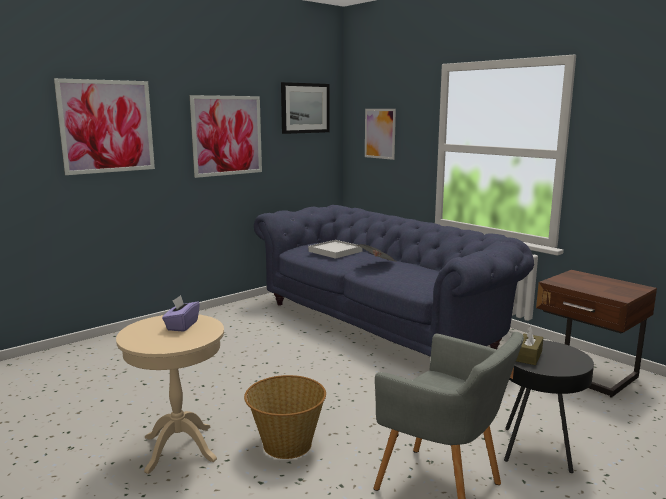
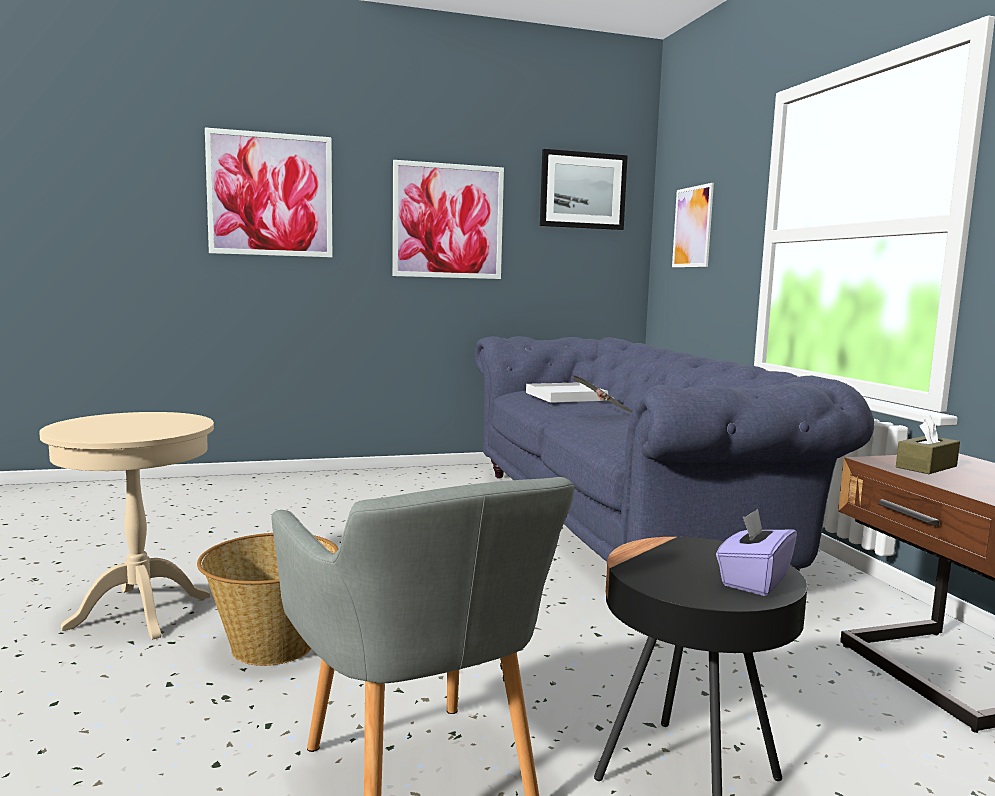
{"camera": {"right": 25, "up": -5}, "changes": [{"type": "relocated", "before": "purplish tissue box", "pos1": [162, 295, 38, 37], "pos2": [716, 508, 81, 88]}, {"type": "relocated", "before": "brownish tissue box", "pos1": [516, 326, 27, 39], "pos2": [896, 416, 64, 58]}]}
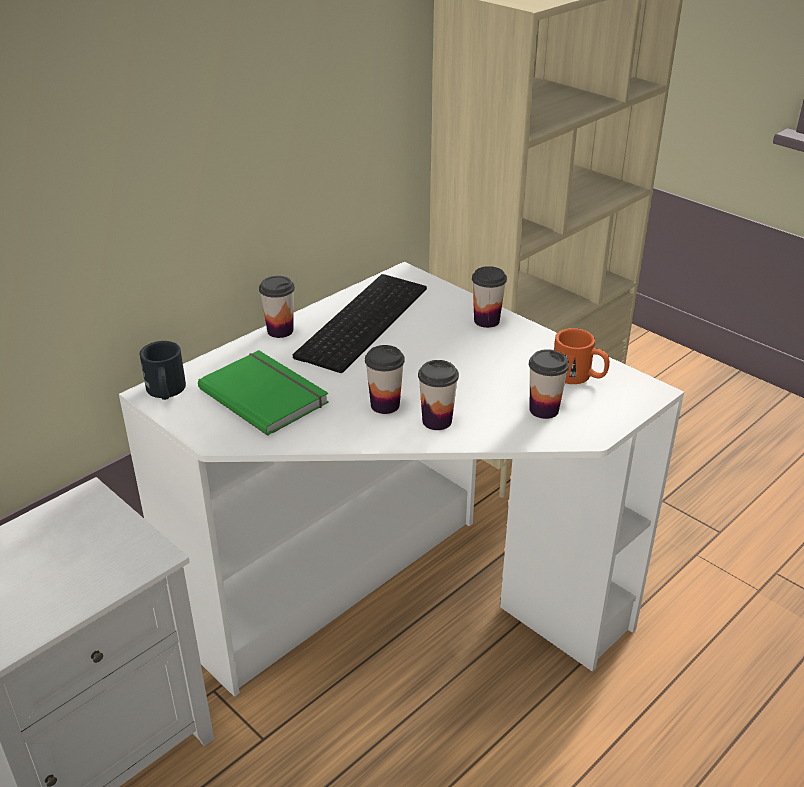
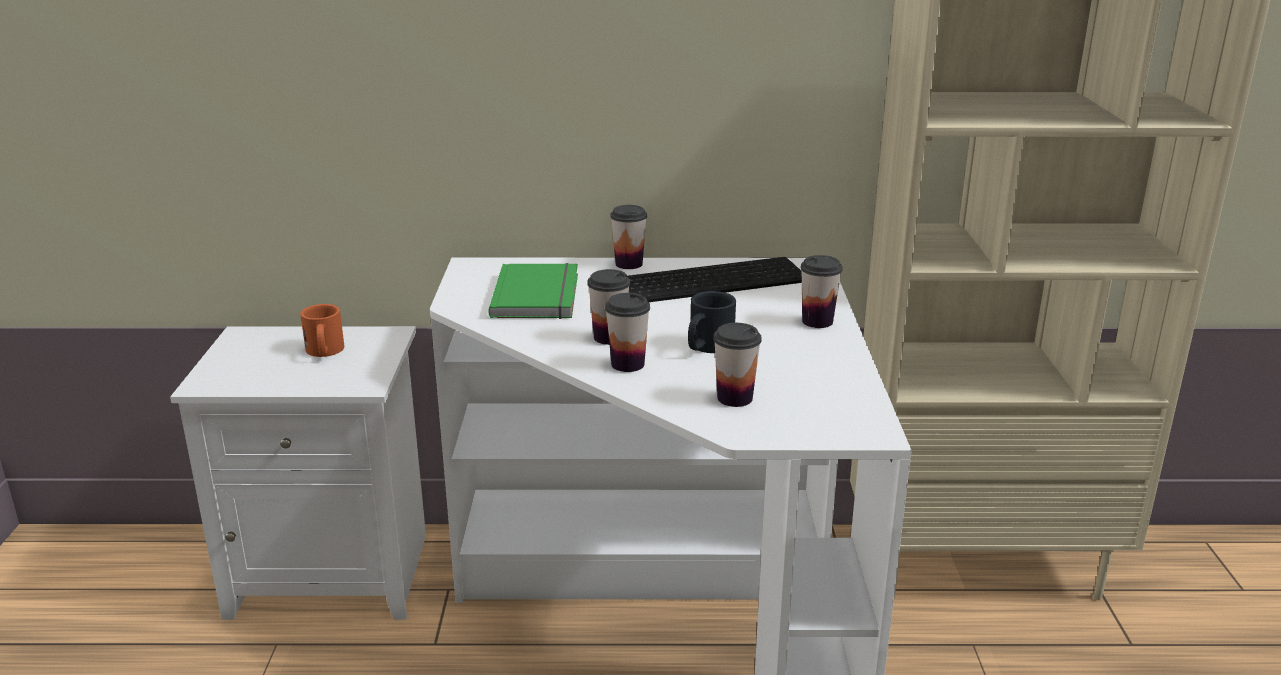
{"camera": {"right": 45, "up": -10}, "changes": [{"type": "relocated", "before": "black mug", "pos1": [140, 341, 46, 59], "pos2": [688, 291, 48, 62]}, {"type": "relocated", "before": "orange mug", "pos1": [554, 328, 56, 56], "pos2": [300, 304, 44, 53]}]}
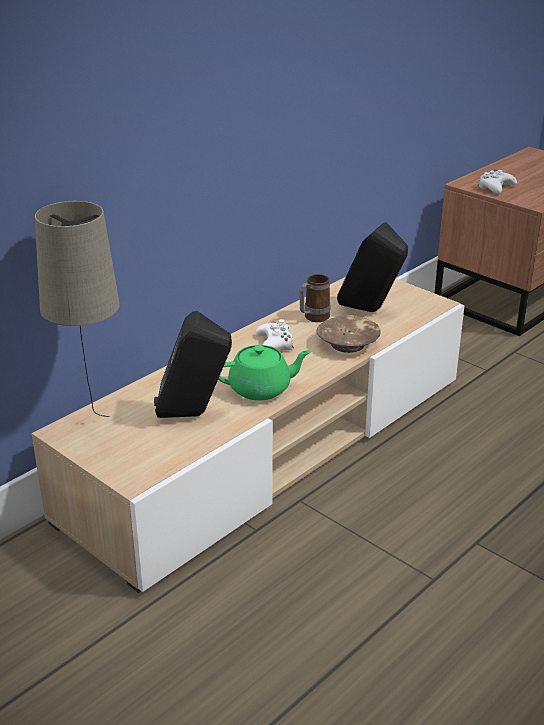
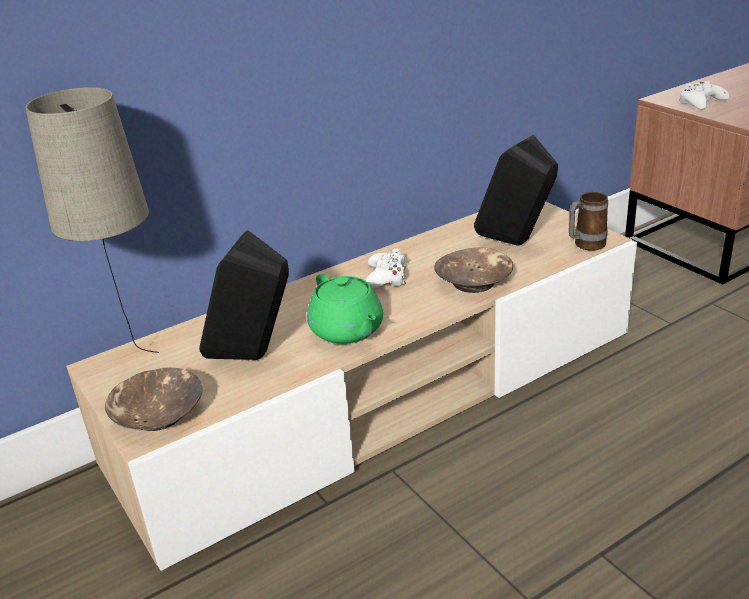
{"camera": {"right": 15, "up": 0}, "changes": [{"type": "spun", "before": "green-coloured tea pot", "pos1": [218, 345, 94, 55], "pos2": [307, 274, 76, 70], "turn": 60}, {"type": "relocated", "before": "mug", "pos1": [299, 274, 31, 48], "pos2": [569, 192, 39, 59]}, {"type": "appeared", "after": "brownish serving bowl", "pos2": [105, 367, 97, 64]}]}
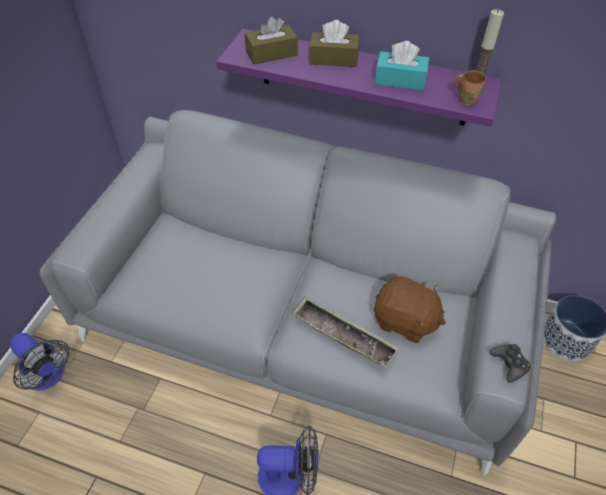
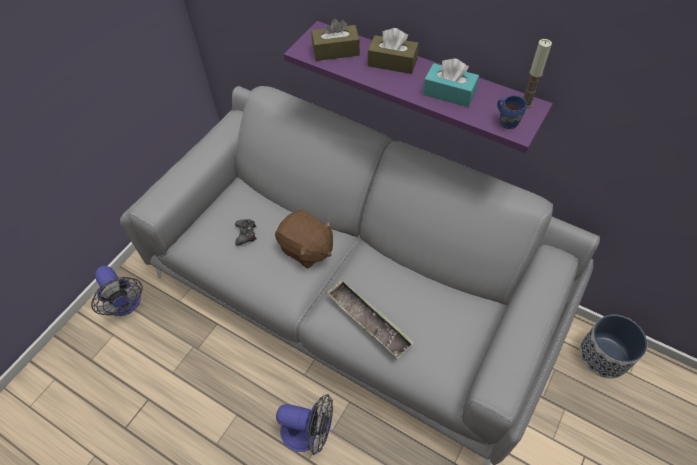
{"camera": {"right": 15, "up": 5}, "changes": [{"type": "relocated", "before": "brownish soft toy", "pos1": [374, 276, 72, 67], "pos2": [275, 210, 58, 59]}, {"type": "colour", "before": "brownish mug", "after": "bluish mug", "pos1": [455, 70, 31, 35], "pos2": [497, 95, 30, 34]}, {"type": "relocated", "before": "black joypad", "pos1": [490, 344, 41, 39], "pos2": [235, 219, 22, 26]}]}
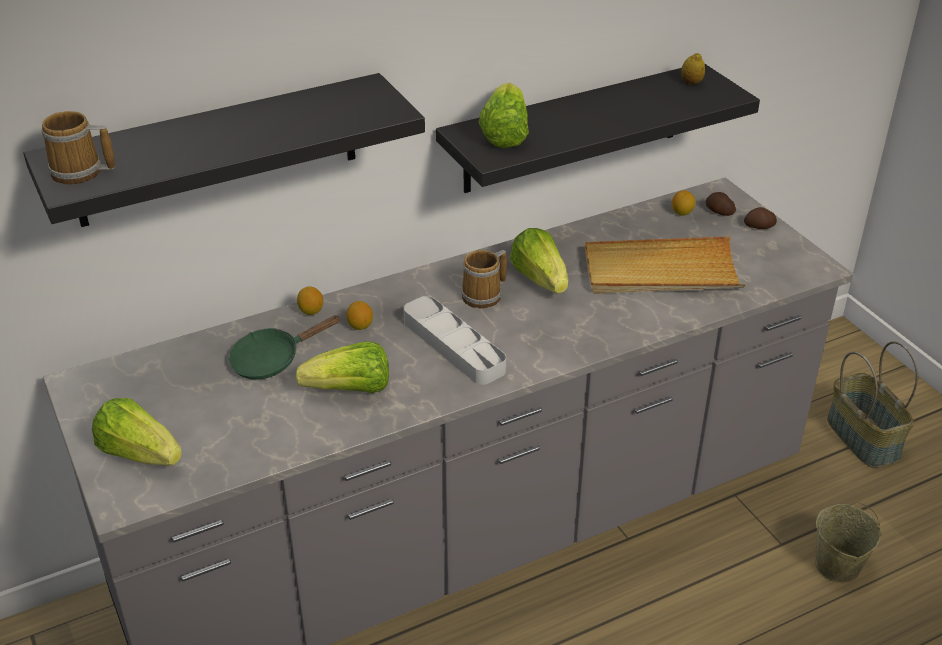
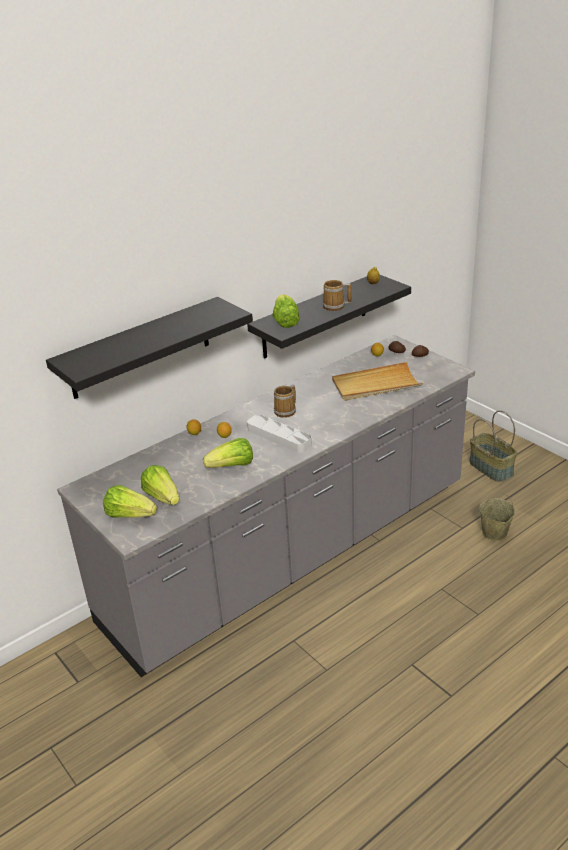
{"camera": {"right": -10, "up": -5}, "changes": [{"type": "relocated", "before": "mug", "pos1": [41, 111, 74, 74], "pos2": [323, 280, 29, 31]}, {"type": "missing", "before": "green-coloured pan", "pos1": [228, 315, 113, 65]}, {"type": "relocated", "before": "lettuce head", "pos1": [510, 228, 58, 65], "pos2": [141, 465, 38, 40]}]}
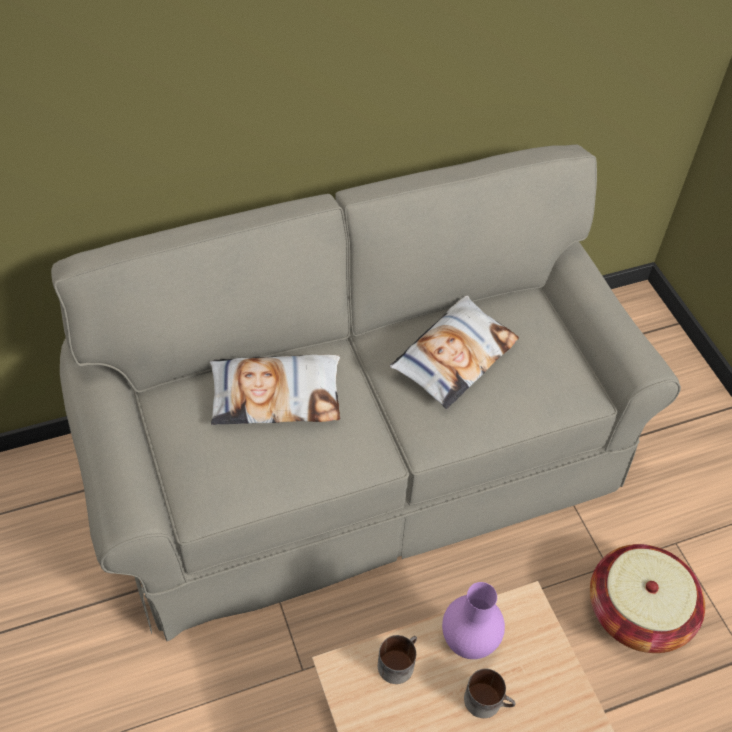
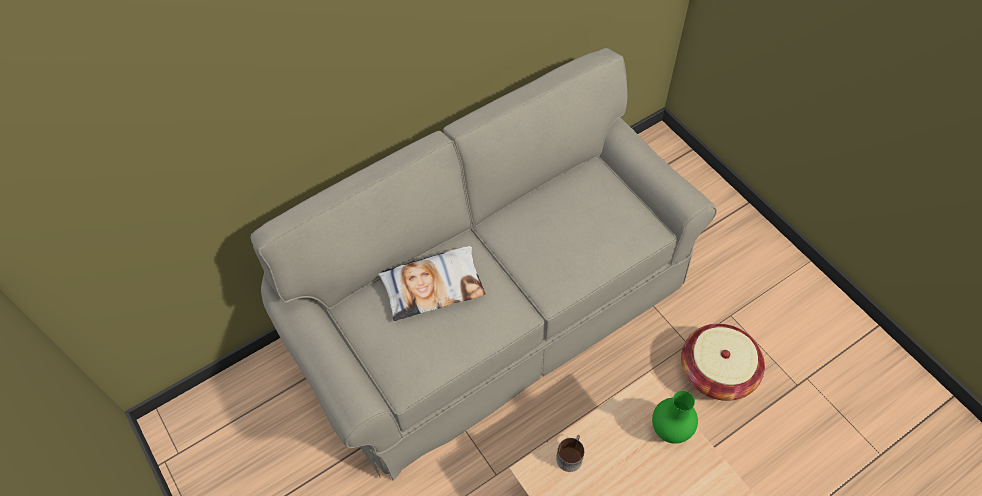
{"camera": {"right": -10, "up": 5}, "changes": [{"type": "missing", "before": "cushion", "pos1": [390, 296, 129, 113]}, {"type": "missing", "before": "purplish vase", "pos1": [442, 582, 63, 77]}, {"type": "missing", "before": "mug", "pos1": [464, 669, 51, 49]}, {"type": "appeared", "after": "green-coloured vase", "pos2": [652, 391, 46, 53]}]}
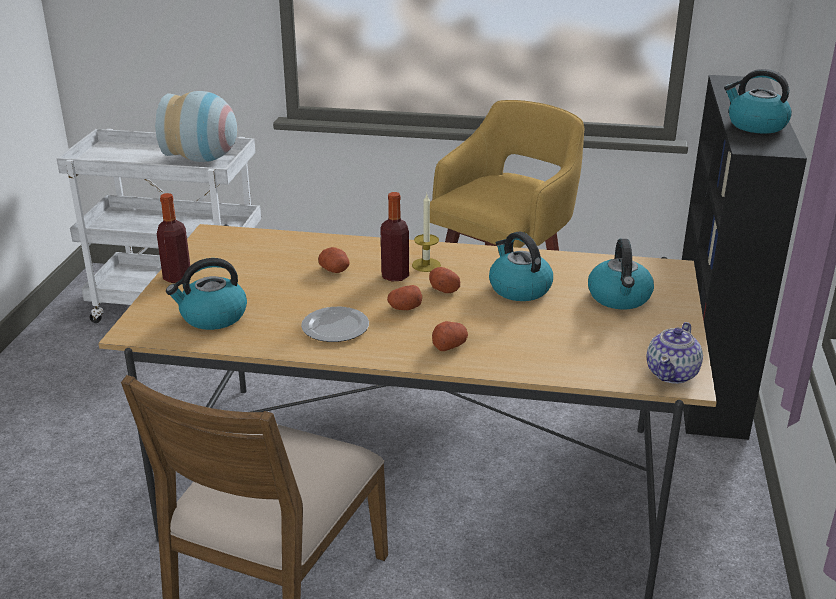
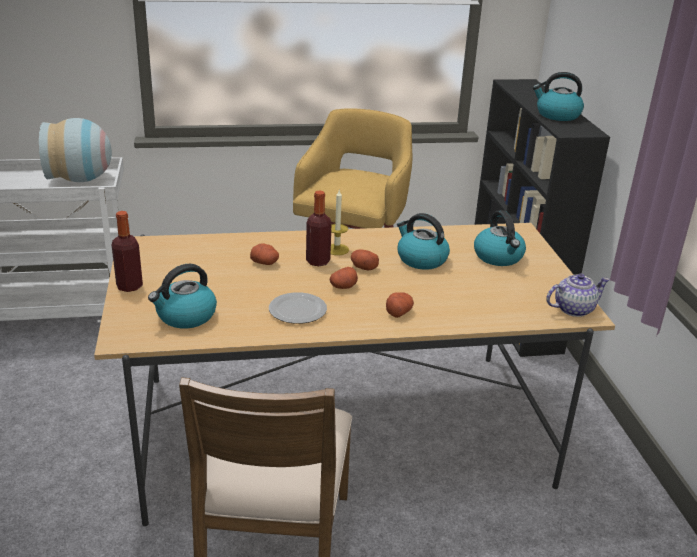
{"camera": {"right": -20, "up": 0}, "changes": [{"type": "spun", "before": "tea pot", "pos1": [647, 322, 56, 62], "pos2": [546, 274, 64, 43], "turn": -120}]}
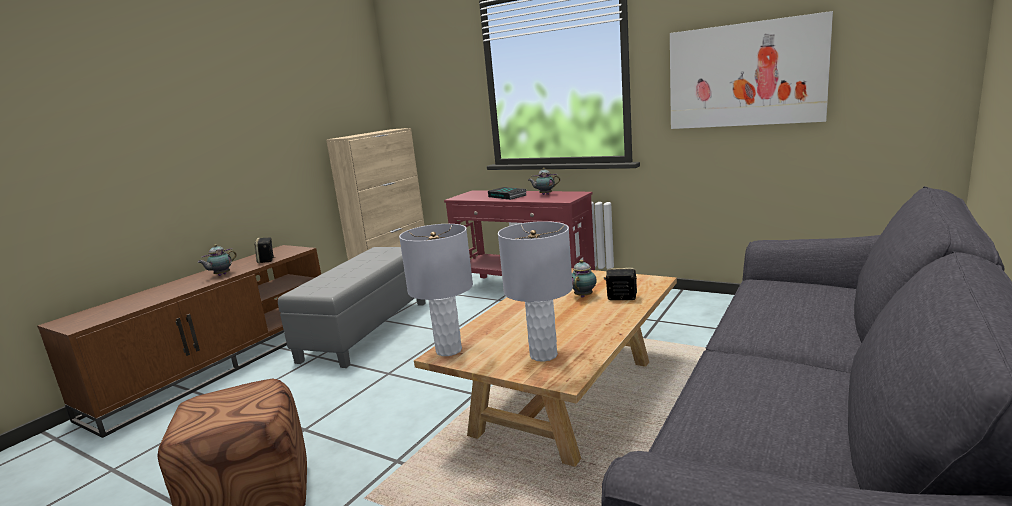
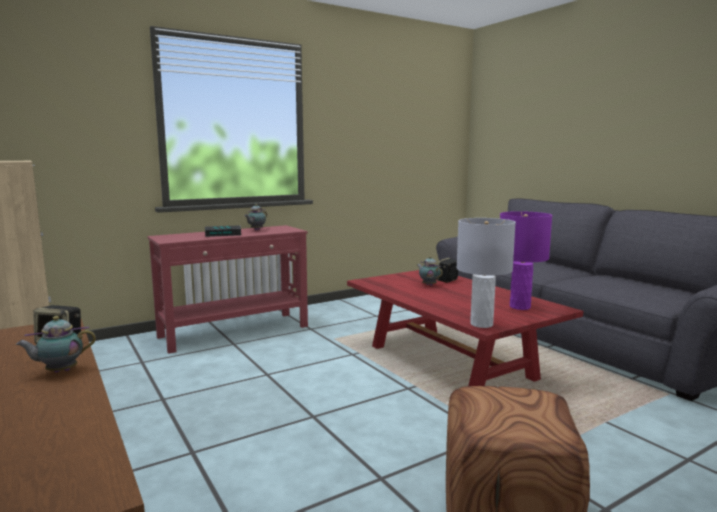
{"camera": {"right": -65, "up": -5}, "changes": [{"type": "spun", "before": "tea pot", "pos1": [198, 244, 39, 32], "pos2": [16, 316, 80, 57], "turn": 90}, {"type": "missing", "before": "gray footrest", "pos1": [278, 247, 148, 121]}, {"type": "colour", "before": "beige-coloured low table", "after": "red low table", "pos1": [414, 268, 263, 199], "pos2": [347, 270, 236, 116]}, {"type": "colour", "before": "gray tabletop lamp", "after": "purplish tabletop lamp", "pos1": [498, 221, 75, 141], "pos2": [500, 211, 52, 99]}, {"type": "missing", "before": "wall picture", "pos1": [670, 11, 163, 118]}]}
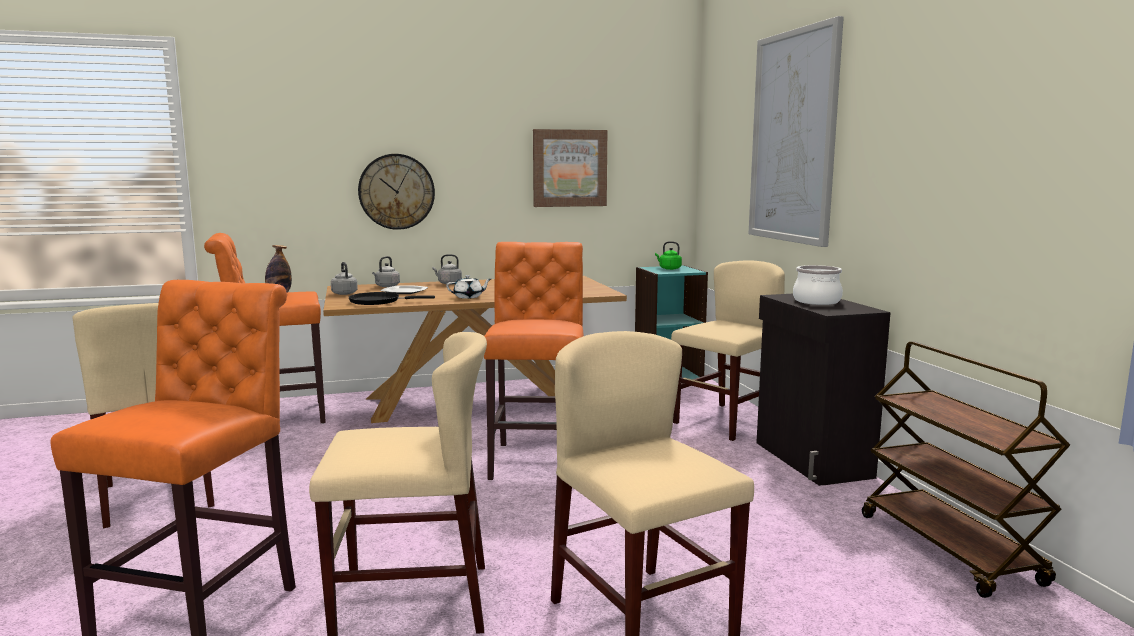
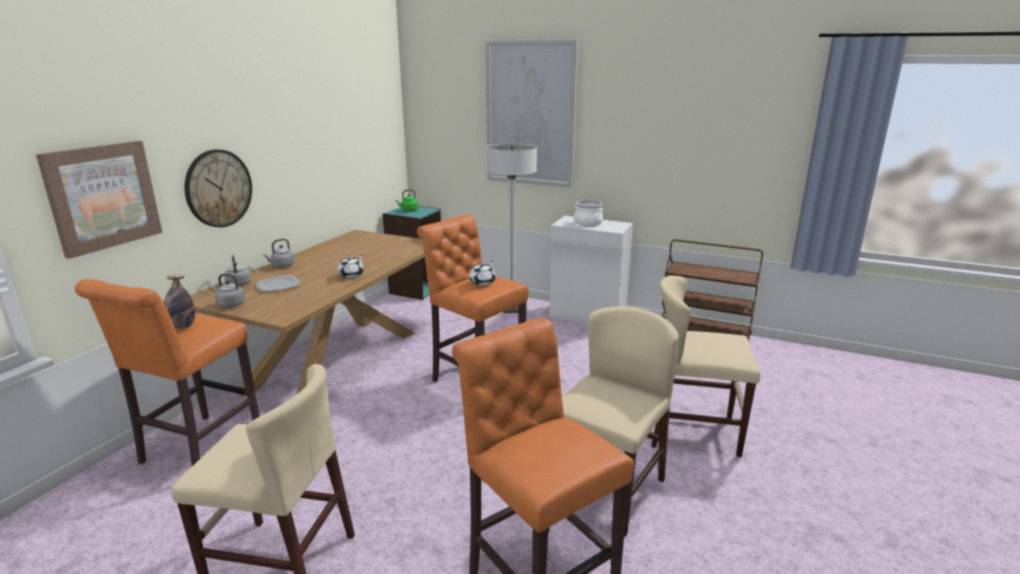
{"camera": {"right": -50, "up": 10}, "changes": [{"type": "missing", "before": "black pan", "pos1": [349, 292, 86, 13]}, {"type": "relocated", "before": "wall picture", "pos1": [533, 129, 74, 78], "pos2": [36, 141, 126, 118]}, {"type": "exchanged", "before": "beige-coloured chair", "after": "standard lamp", "pos1": [671, 260, 114, 181], "pos2": [487, 143, 50, 170]}, {"type": "colour", "before": "black cupboard", "after": "whitish cupboard", "pos1": [756, 294, 135, 192], "pos2": [549, 216, 84, 108]}, {"type": "appeared", "after": "whitish tea pot", "pos2": [469, 261, 27, 25]}]}
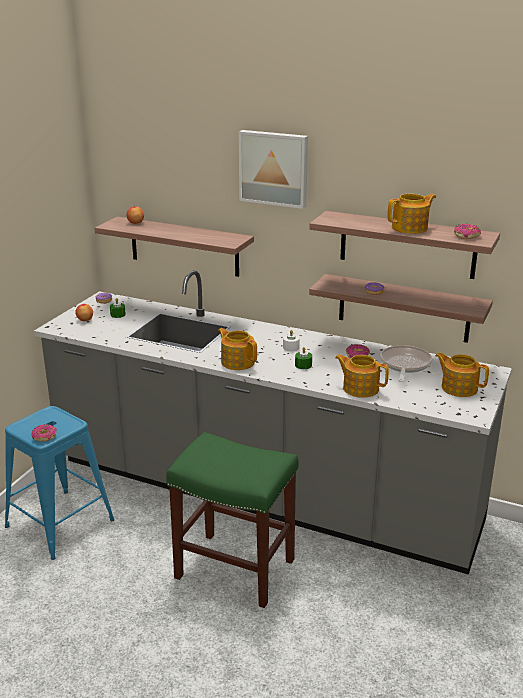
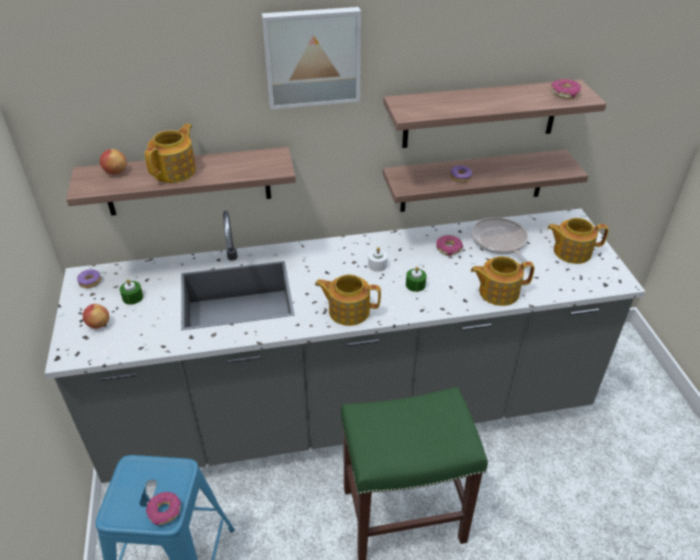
{"camera": {"right": -35, "up": 15}, "changes": [{"type": "relocated", "before": "tea pot", "pos1": [387, 194, 49, 40], "pos2": [144, 124, 52, 59]}]}
